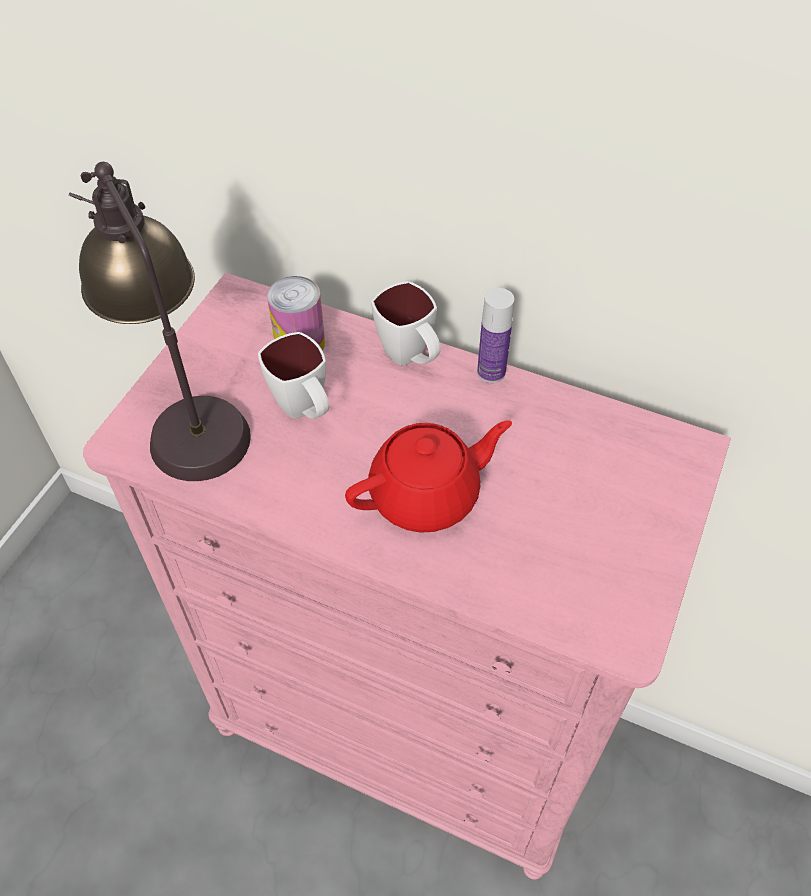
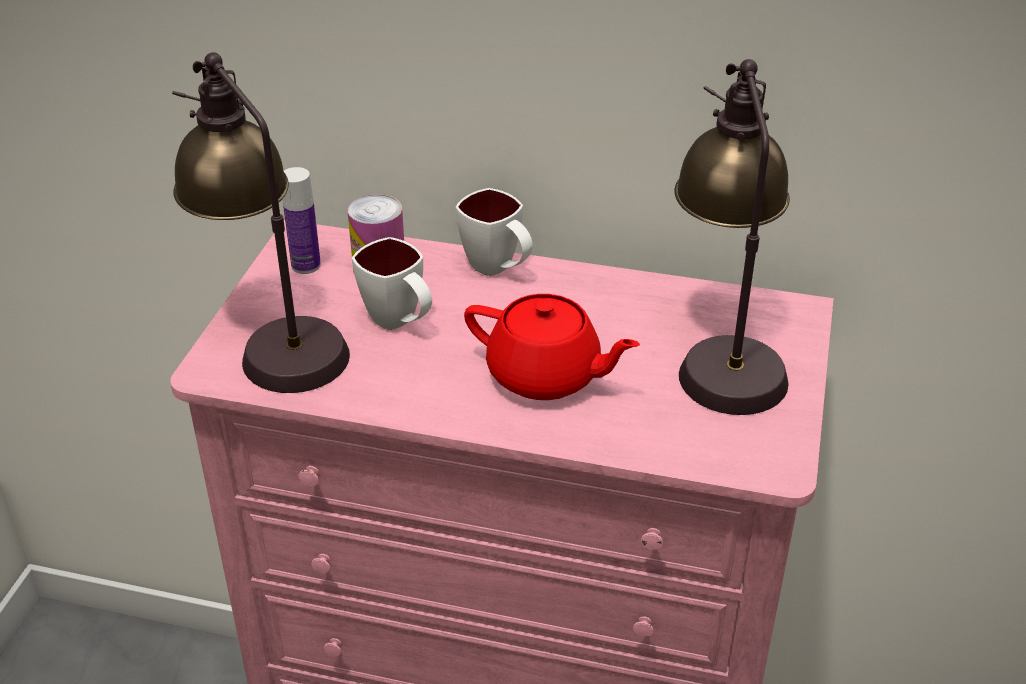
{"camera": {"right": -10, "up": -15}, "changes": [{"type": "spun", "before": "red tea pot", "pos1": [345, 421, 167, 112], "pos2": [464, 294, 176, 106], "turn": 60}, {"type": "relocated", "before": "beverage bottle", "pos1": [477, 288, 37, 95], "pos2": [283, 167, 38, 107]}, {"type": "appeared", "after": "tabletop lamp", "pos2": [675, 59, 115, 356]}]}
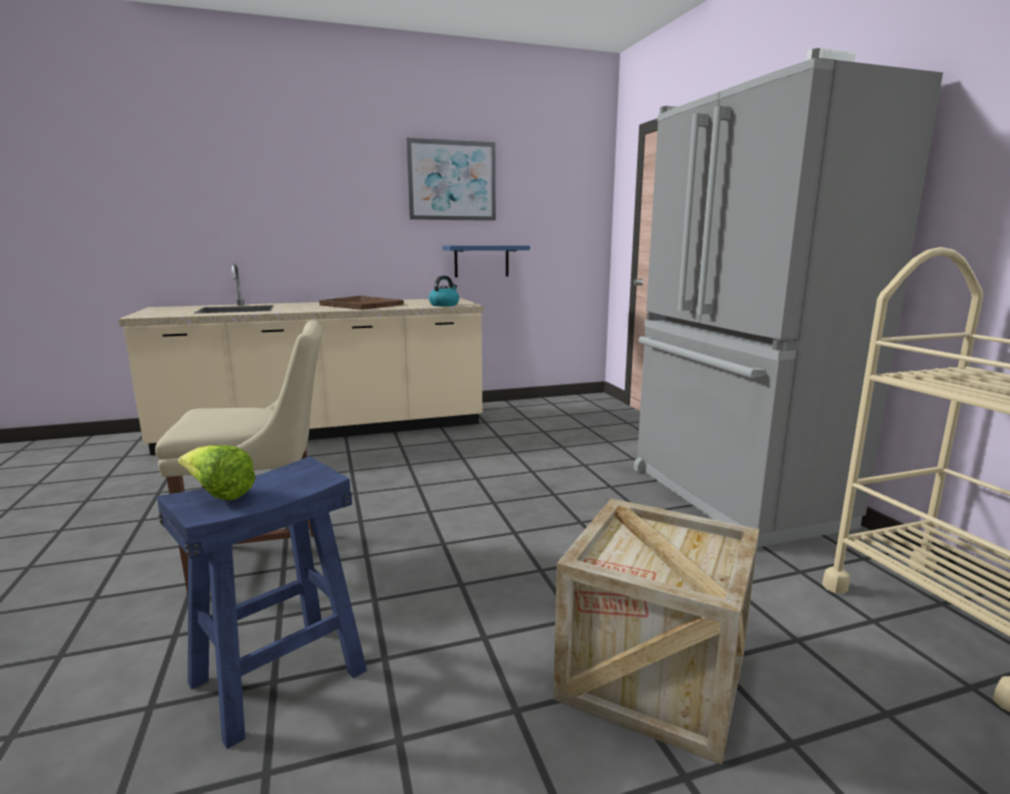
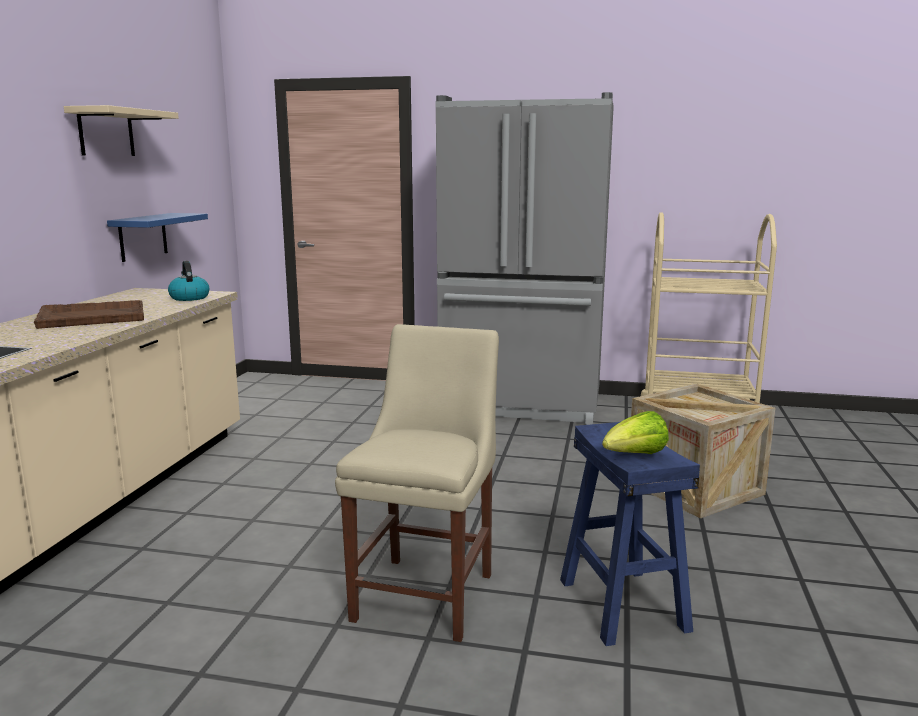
{"camera": {"right": -60, "up": 0}, "changes": [{"type": "exchanged", "before": "wall picture", "after": "beige-coloured shelf", "pos1": [406, 138, 90, 83], "pos2": [64, 105, 115, 51]}]}
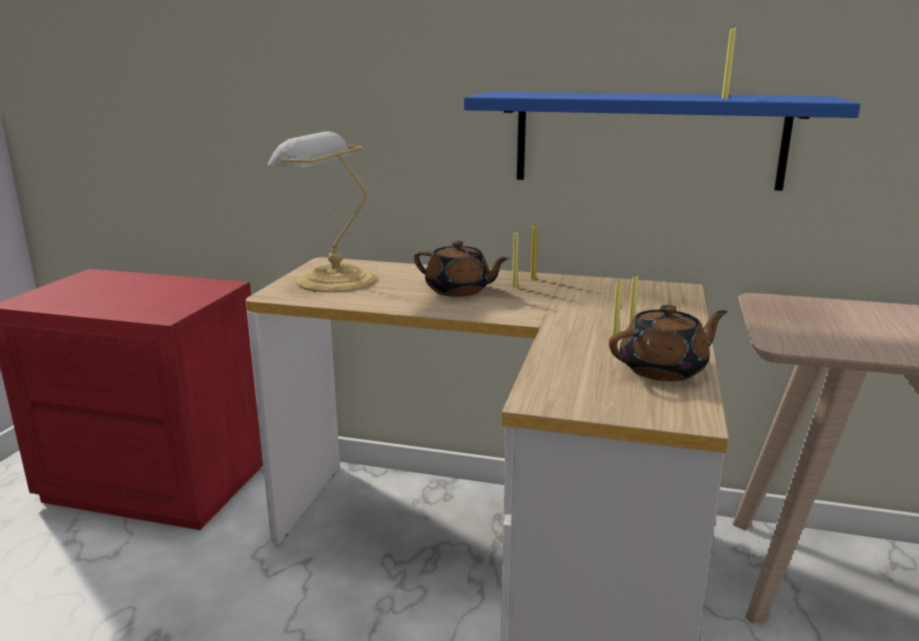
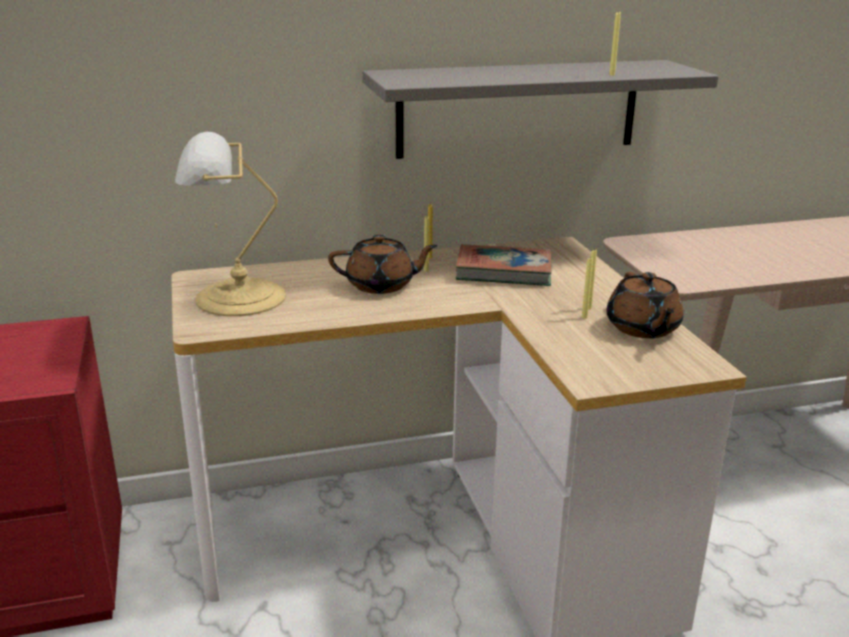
{"camera": {"right": -30, "up": 5}, "changes": [{"type": "colour", "before": "bluish shelf", "after": "gray shelf", "pos1": [464, 92, 397, 99], "pos2": [362, 60, 356, 99]}, {"type": "spun", "before": "brownish tea pot", "pos1": [609, 305, 119, 76], "pos2": [606, 272, 77, 66], "turn": 135}, {"type": "appeared", "after": "book", "pos2": [456, 244, 96, 42]}]}
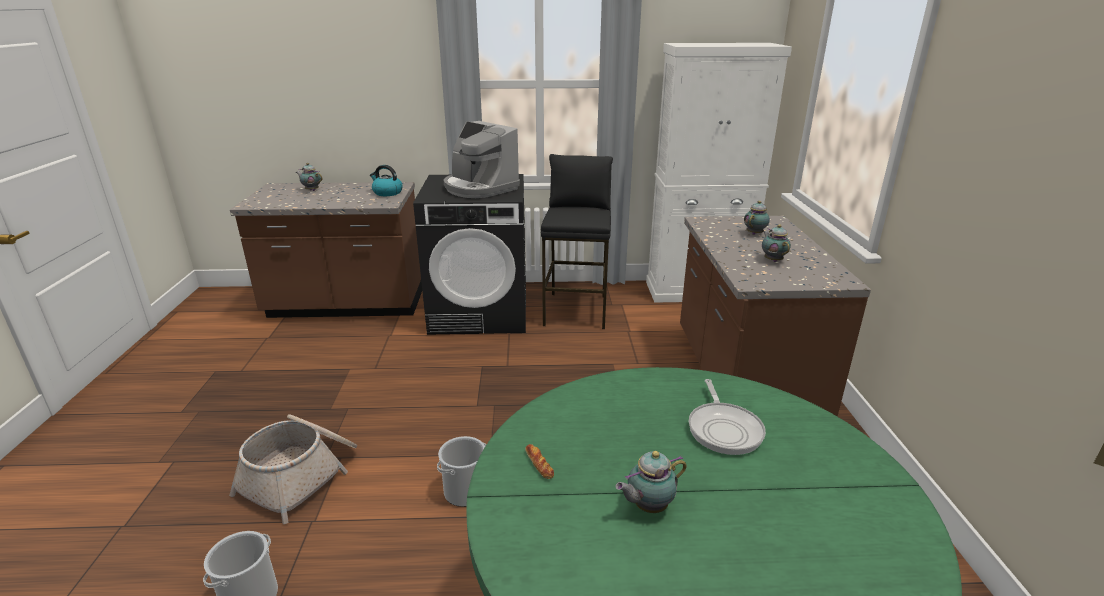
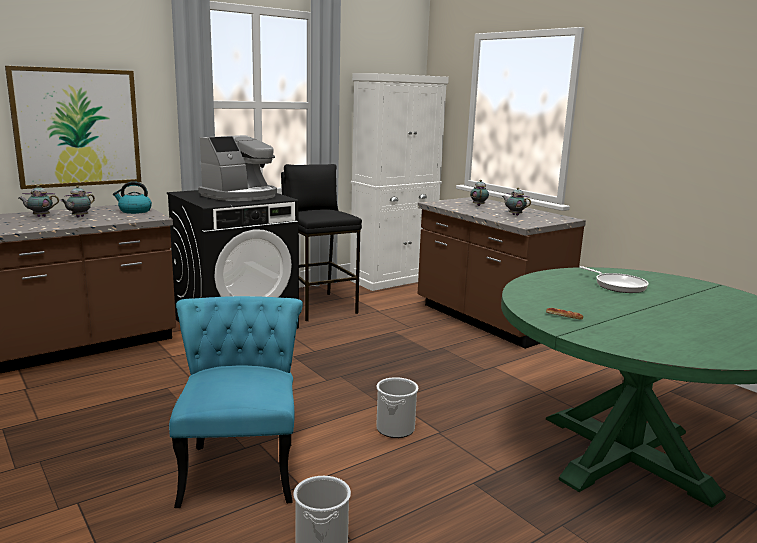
{"camera": {"right": -35, "up": -10}, "changes": [{"type": "exchanged", "before": "storage basket", "after": "turquoise chair", "pos1": [229, 414, 128, 110], "pos2": [169, 296, 134, 212]}, {"type": "spun", "before": "coffee brewer", "pos1": [443, 121, 77, 77], "pos2": [198, 135, 79, 66], "turn": -60}, {"type": "relocated", "before": "tea pot", "pos1": [615, 451, 72, 62], "pos2": [60, 186, 35, 31]}, {"type": "appeared", "after": "wall picture", "pos2": [5, 66, 136, 123]}]}
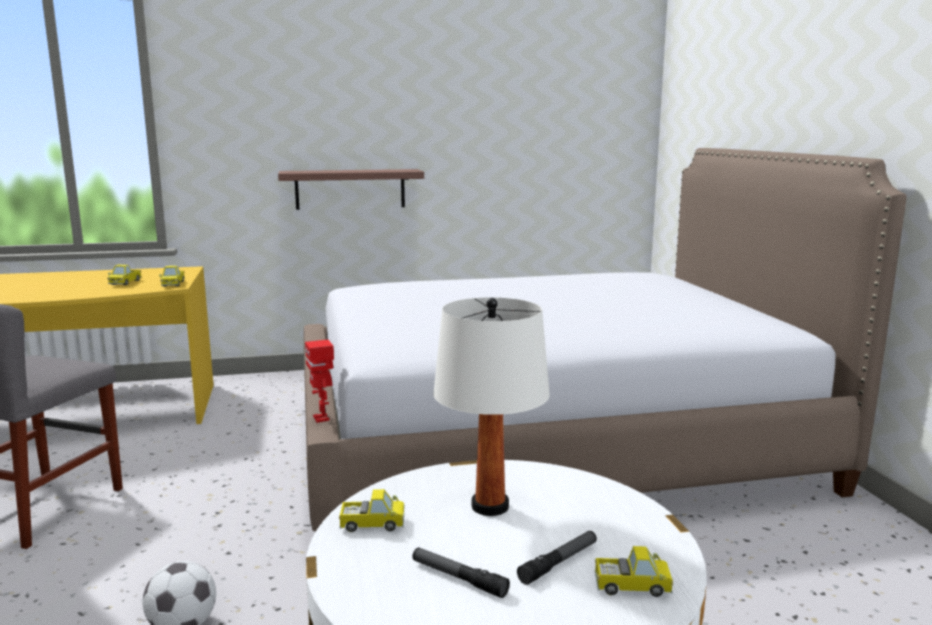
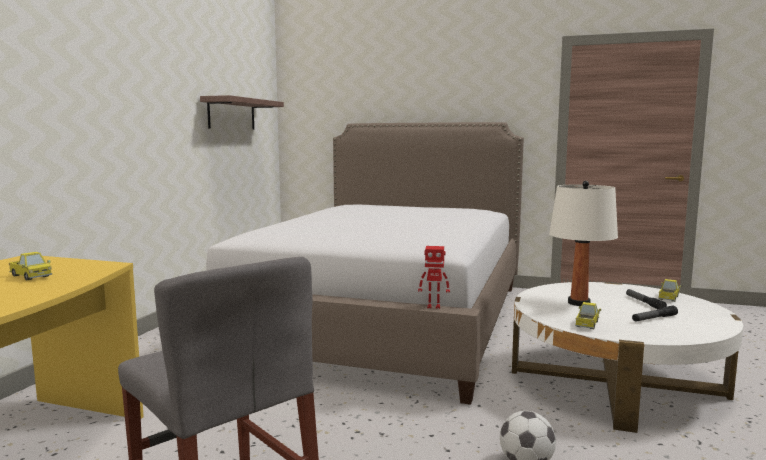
{"camera": {"right": -60, "up": -5}, "changes": [{"type": "missing", "before": "toy truck", "pos1": [159, 266, 26, 21]}, {"type": "relocated", "before": "shelf", "pos1": [278, 169, 146, 41], "pos2": [200, 95, 84, 35]}]}
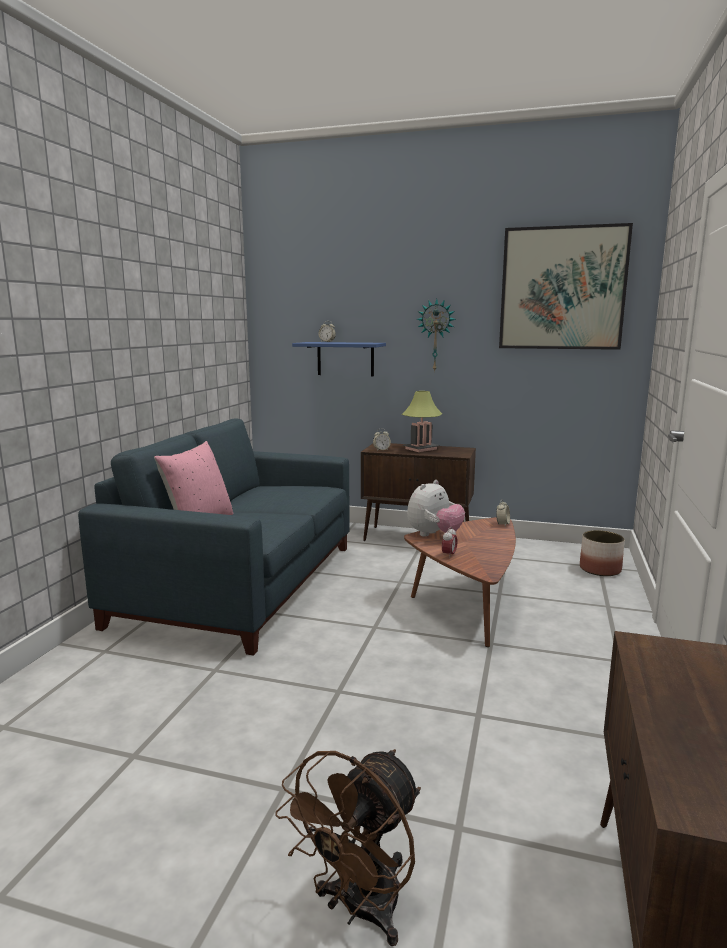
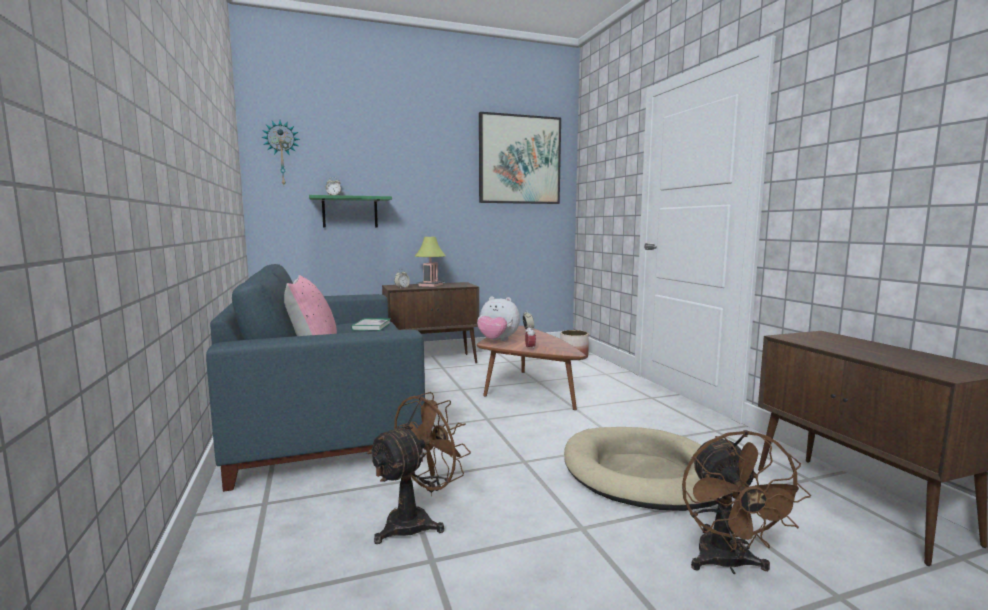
{"camera": {"right": -35, "up": -5}, "changes": [{"type": "colour", "before": "bluish shelf", "after": "green-coloured shelf", "pos1": [292, 342, 94, 34], "pos2": [309, 195, 83, 32]}, {"type": "spun", "before": "soft toy", "pos1": [407, 480, 58, 57], "pos2": [477, 296, 43, 45], "turn": 105}, {"type": "relocated", "before": "hanging clock", "pos1": [417, 299, 39, 73], "pos2": [261, 121, 39, 64]}, {"type": "appeared", "after": "book", "pos2": [351, 318, 40, 13]}, {"type": "appeared", "after": "brownish fan", "pos2": [367, 392, 104, 152]}, {"type": "appeared", "after": "beige-coloured dog cushion", "pos2": [564, 427, 158, 84]}]}
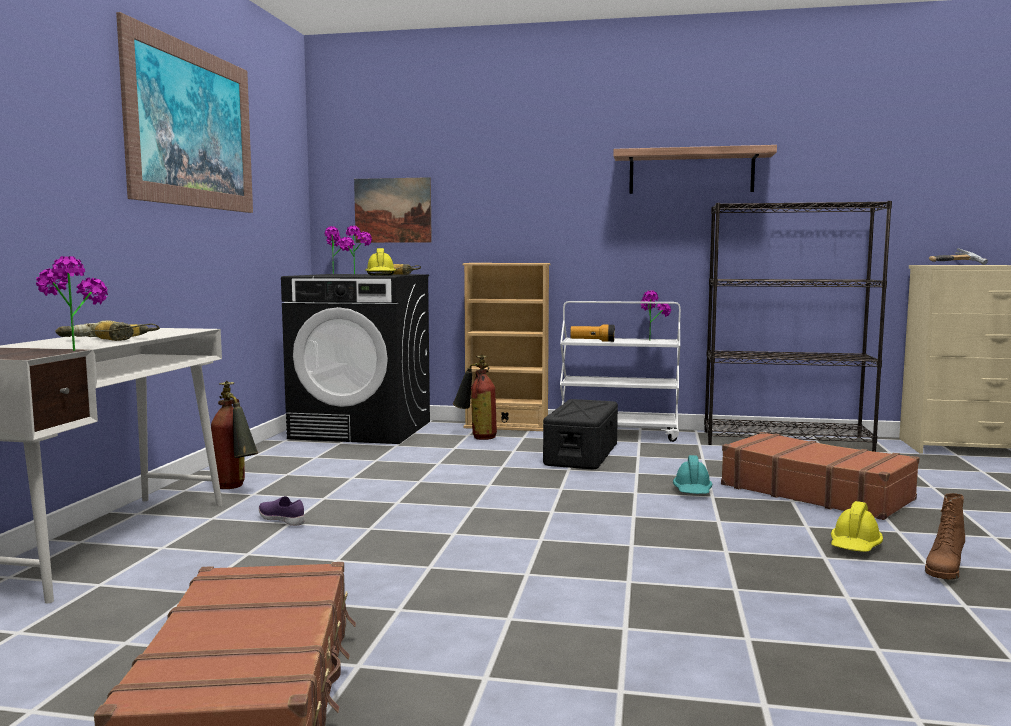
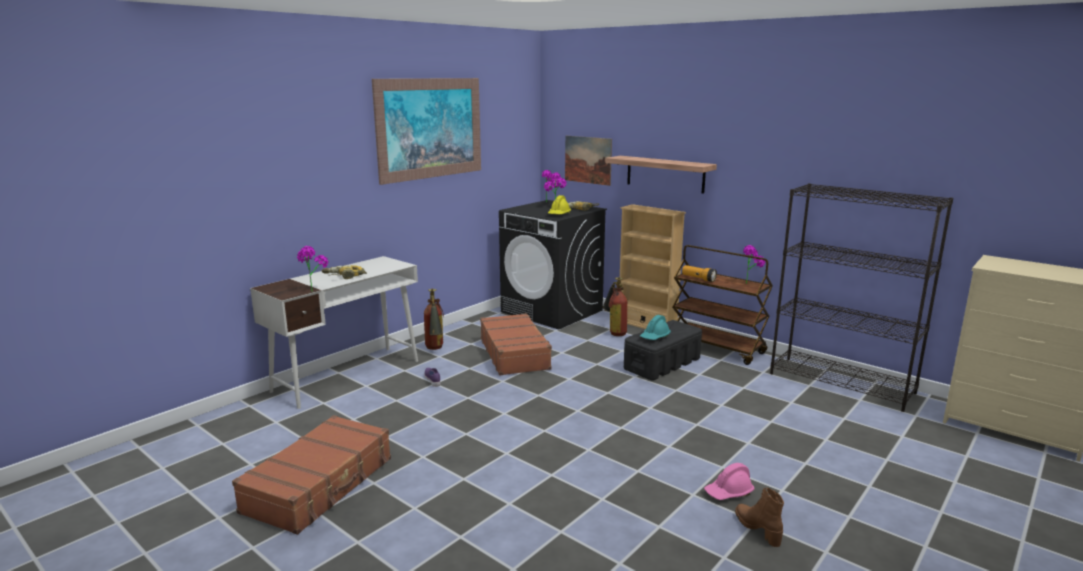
{"camera": {"right": 30, "up": 10}, "changes": [{"type": "colour", "before": "whitish cart", "after": "brownish cart", "pos1": [560, 301, 121, 141], "pos2": [672, 245, 101, 120]}, {"type": "relocated", "before": "shelf", "pos1": [613, 145, 164, 49], "pos2": [605, 156, 112, 38]}, {"type": "relocated", "before": "turquoise work helmet", "pos1": [673, 455, 39, 39], "pos2": [640, 315, 31, 25]}, {"type": "relocated", "before": "brownish travel case", "pos1": [721, 432, 198, 88], "pos2": [480, 313, 73, 62]}, {"type": "colour", "before": "yellowish work helmet", "after": "pink work helmet", "pos1": [831, 501, 52, 51], "pos2": [704, 463, 51, 37]}, {"type": "spun", "before": "brownish high-top boot", "pos1": [925, 493, 40, 87], "pos2": [735, 487, 49, 60], "turn": 90}, {"type": "missing", "before": "tool hammer", "pos1": [929, 248, 59, 17]}]}
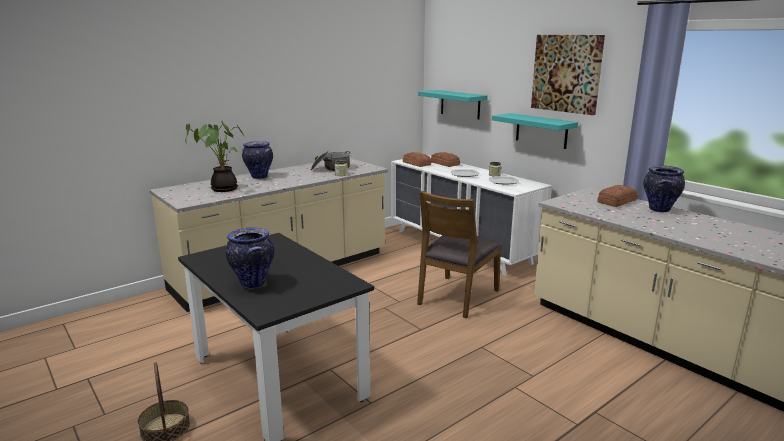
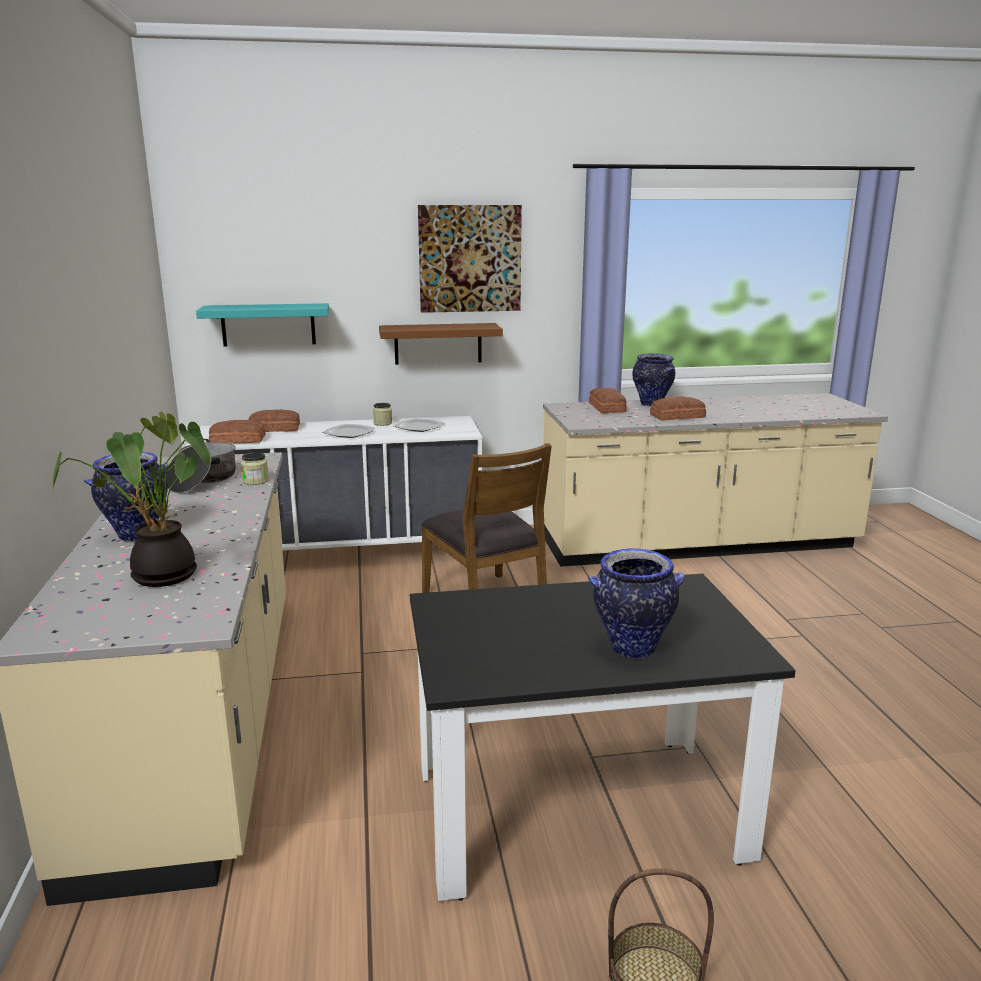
{"camera": {"right": -60, "up": 0}, "changes": [{"type": "colour", "before": "turquoise shelf", "after": "brownish shelf", "pos1": [492, 113, 86, 36], "pos2": [379, 323, 124, 42]}, {"type": "appeared", "after": "bread", "pos2": [650, 397, 56, 24]}]}
